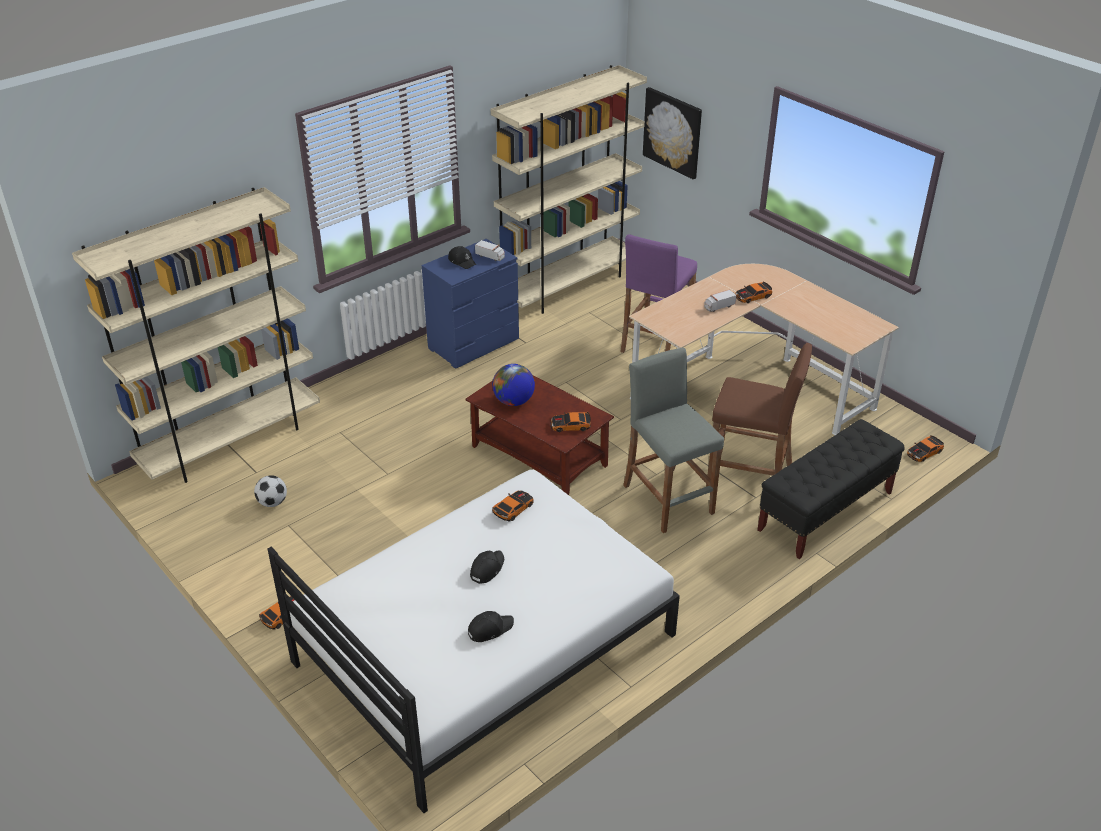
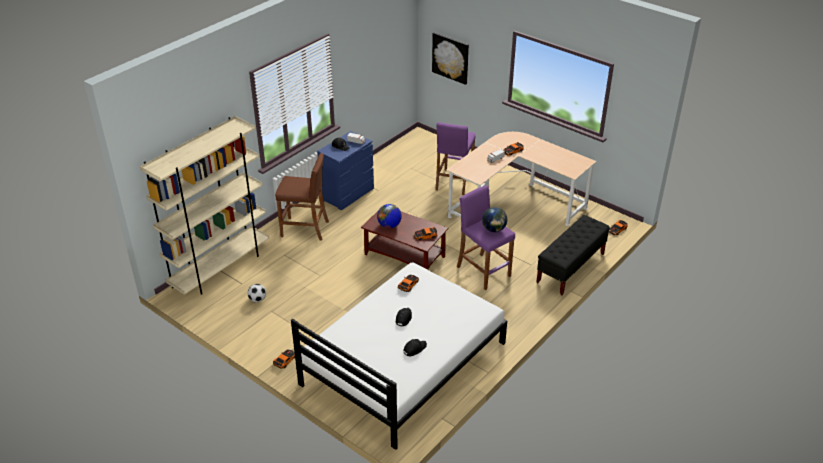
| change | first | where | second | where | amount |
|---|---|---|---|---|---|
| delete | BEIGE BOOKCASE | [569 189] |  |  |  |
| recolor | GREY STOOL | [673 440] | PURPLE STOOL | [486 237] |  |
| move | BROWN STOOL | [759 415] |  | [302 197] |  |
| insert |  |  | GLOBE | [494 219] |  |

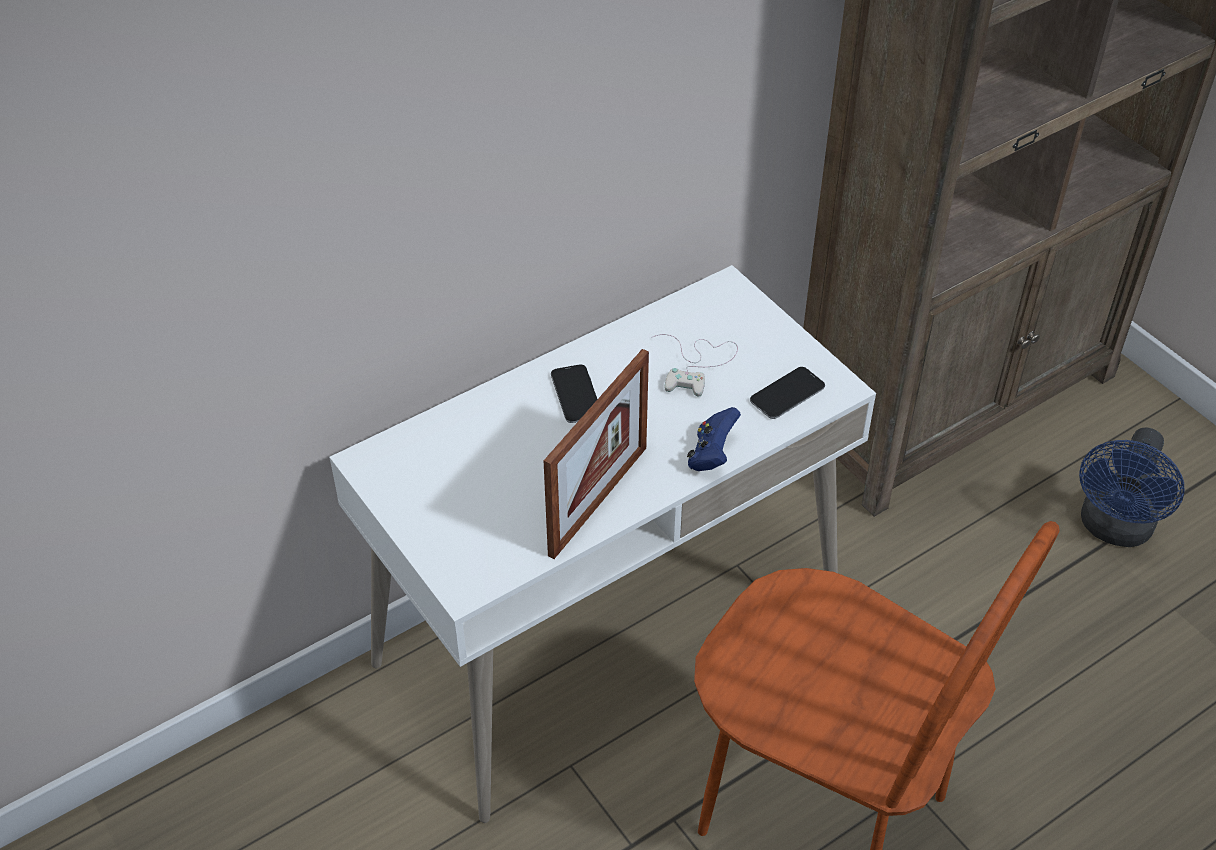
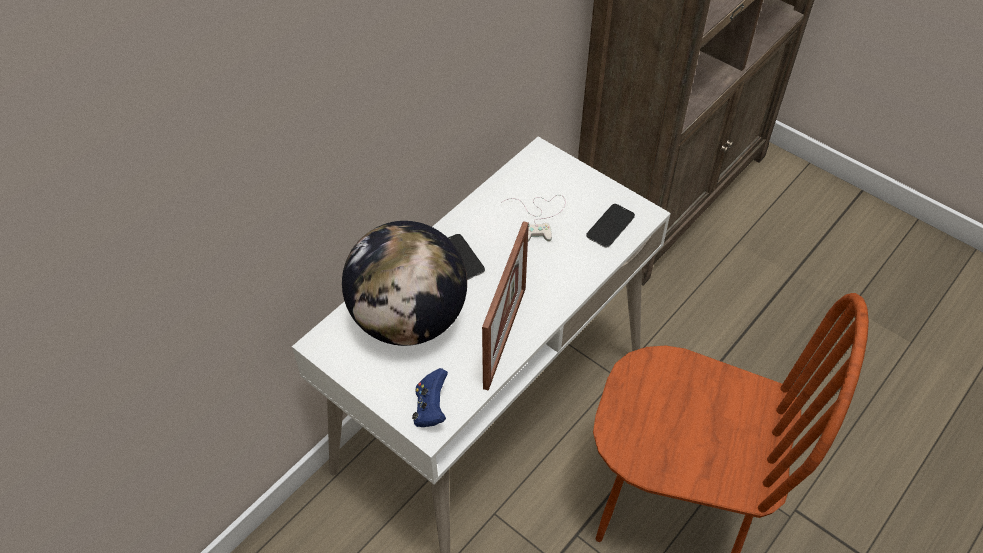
| change | first | where | second | where | amount |
|---|---|---|---|---|---|
| move | BLUE GAME CONTROLLER | [714 439] |  | [430 397] |  |
| delete | BLUE FAN | [1131 487] |  |  |  |
| insert |  |  | GLOBE | [404 283] |  |

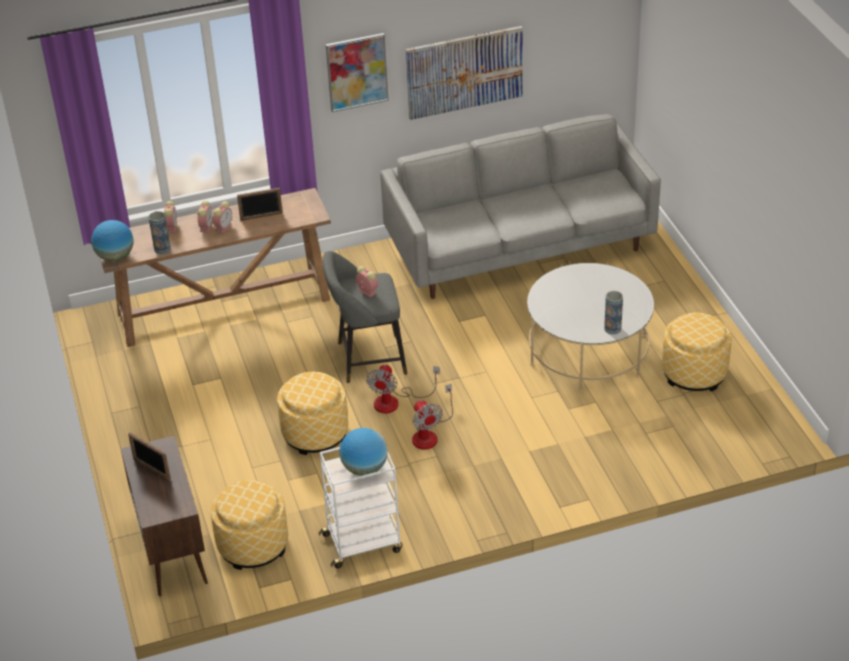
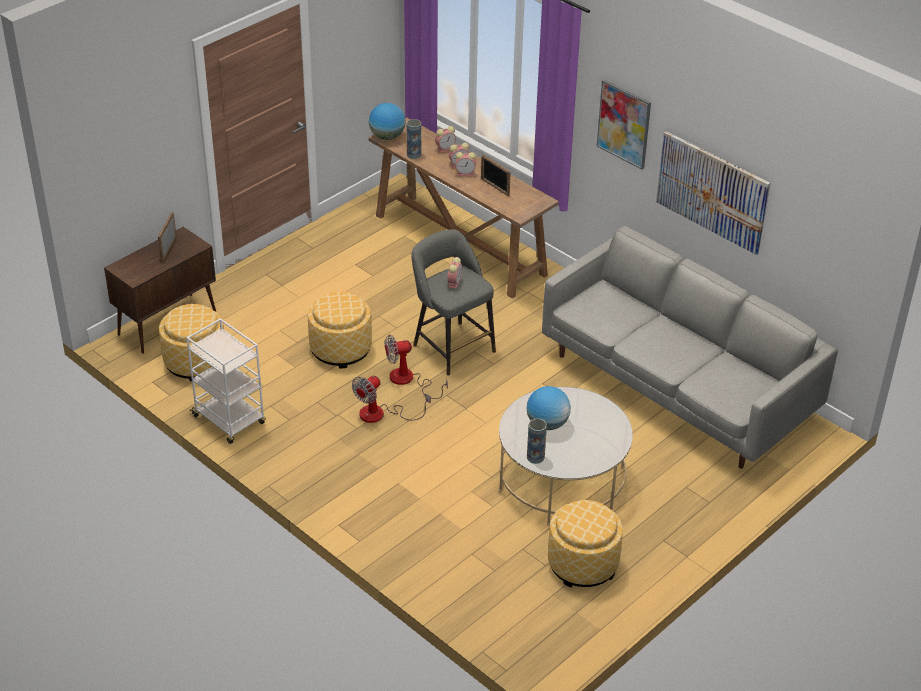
| change | first | where | second | where | amount |
|---|---|---|---|---|---|
| move | GLOBE | [363 452] |  | [548 408] |  |

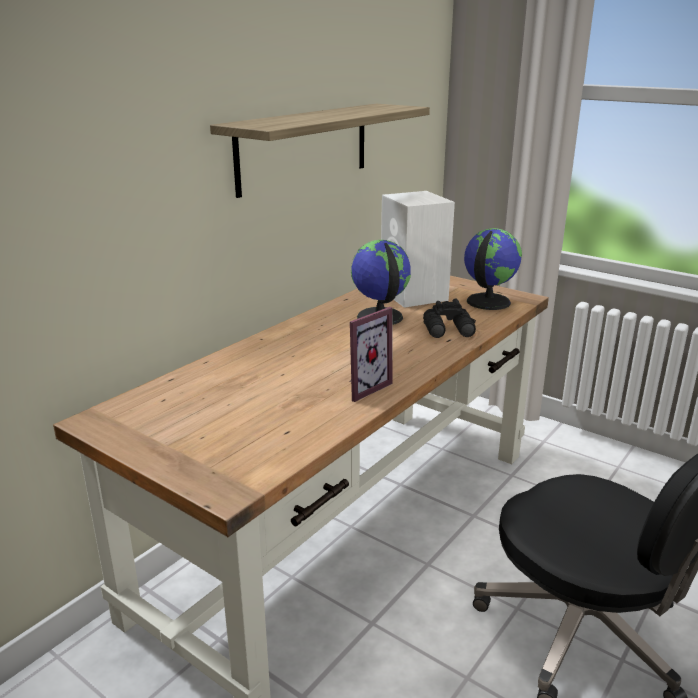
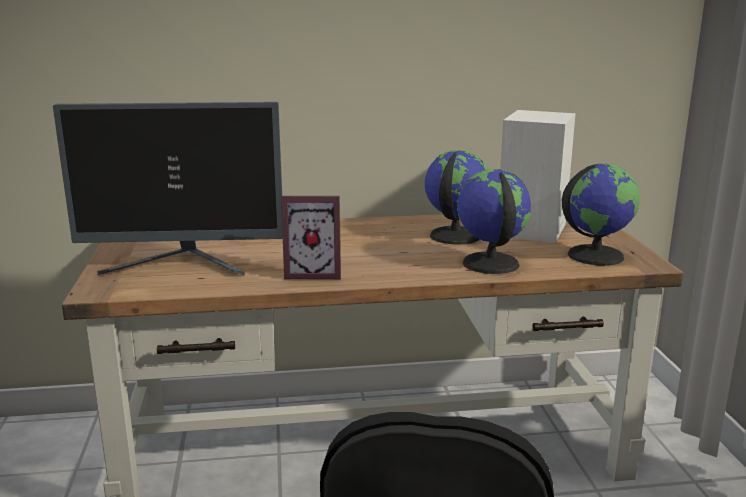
| change | first | where | second | where | amount |
|---|---|---|---|---|---|
| delete | SHELF | [320 151] |  |  |  |
| replace | BLACK BINOCULARS | [449 318] | GLOBE | [494 221] |  |
| insert |  |  | MONITOR | [168 189] |  |

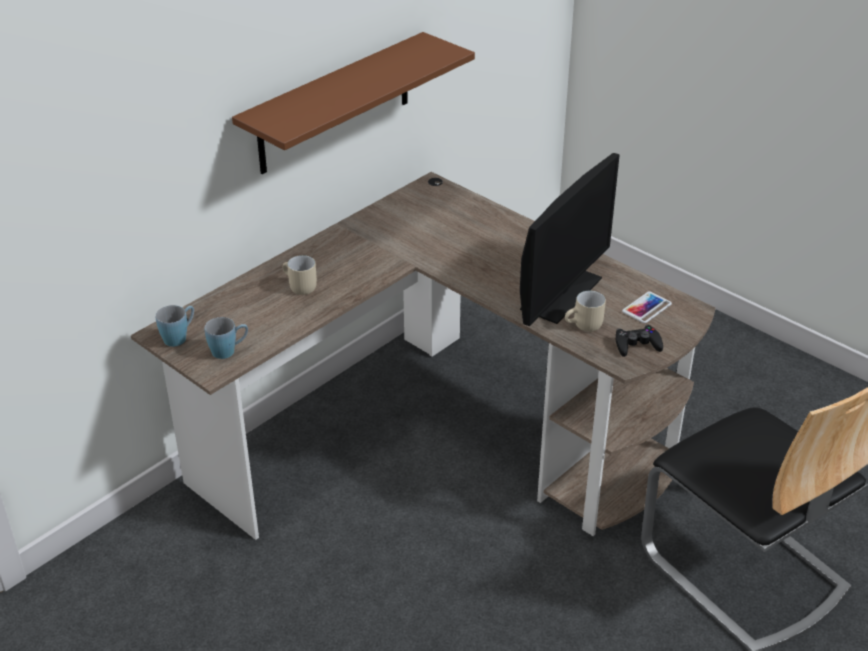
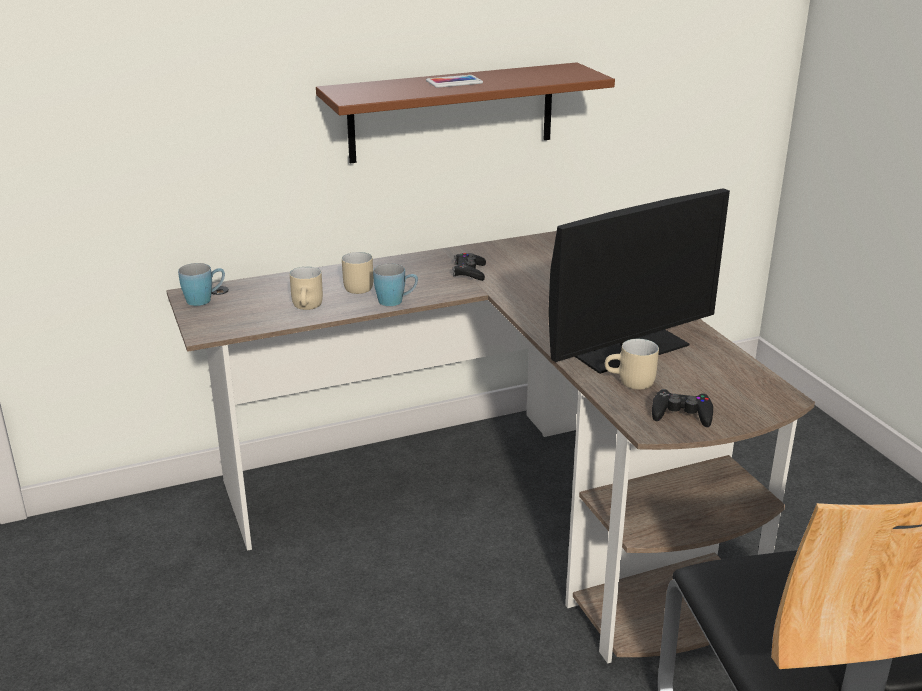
| change | first | where | second | where | amount |
|---|---|---|---|---|---|
| move | BLUE MUG | [226 338] |  | [395 285] |  |
| move | PHONE | [647 307] |  | [454 81] |  |
| insert |  |  | BEIGE MUG | [306 288] |  |
| insert |  |  | BLACK GAME CONTROLLER | [469 267] |  |

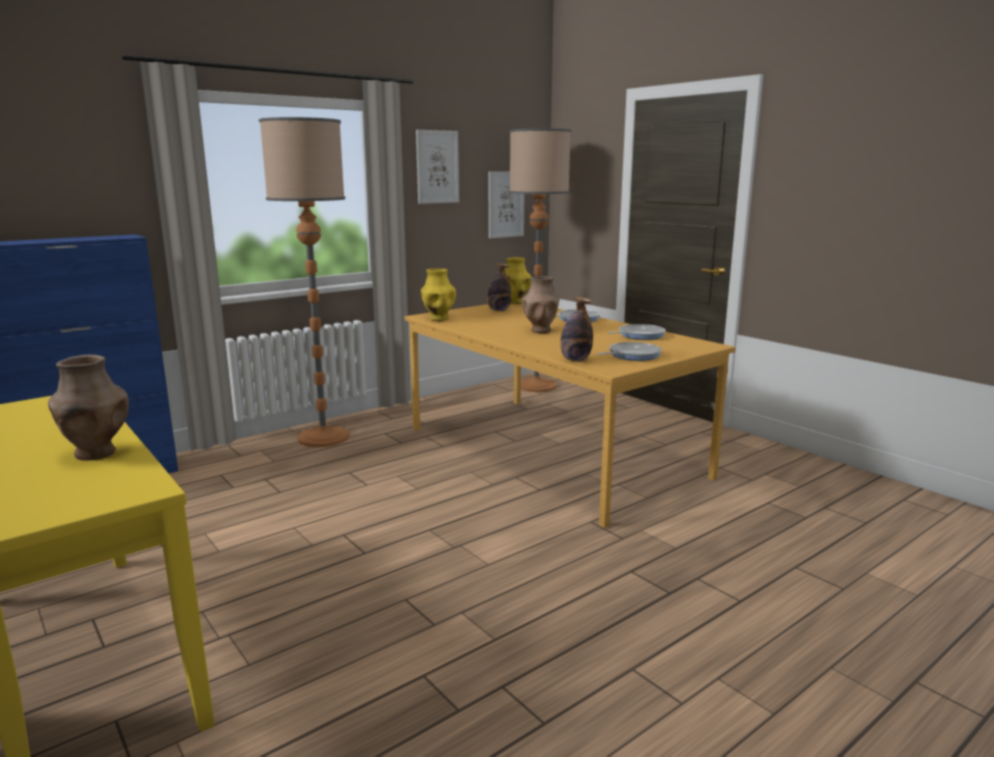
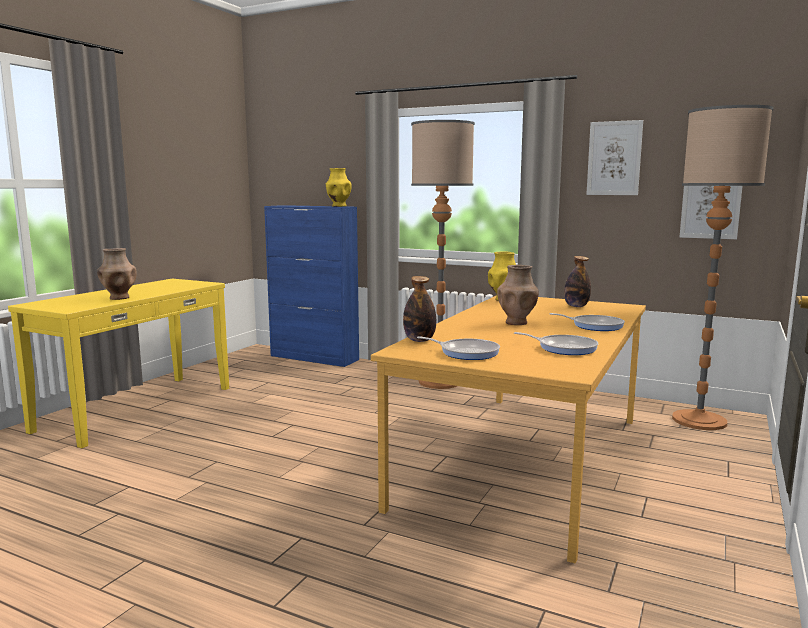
| change | first | where | second | where | amount |
|---|---|---|---|---|---|
| move | YELLOW VASE | [518 280] |  | [339 187] |  |

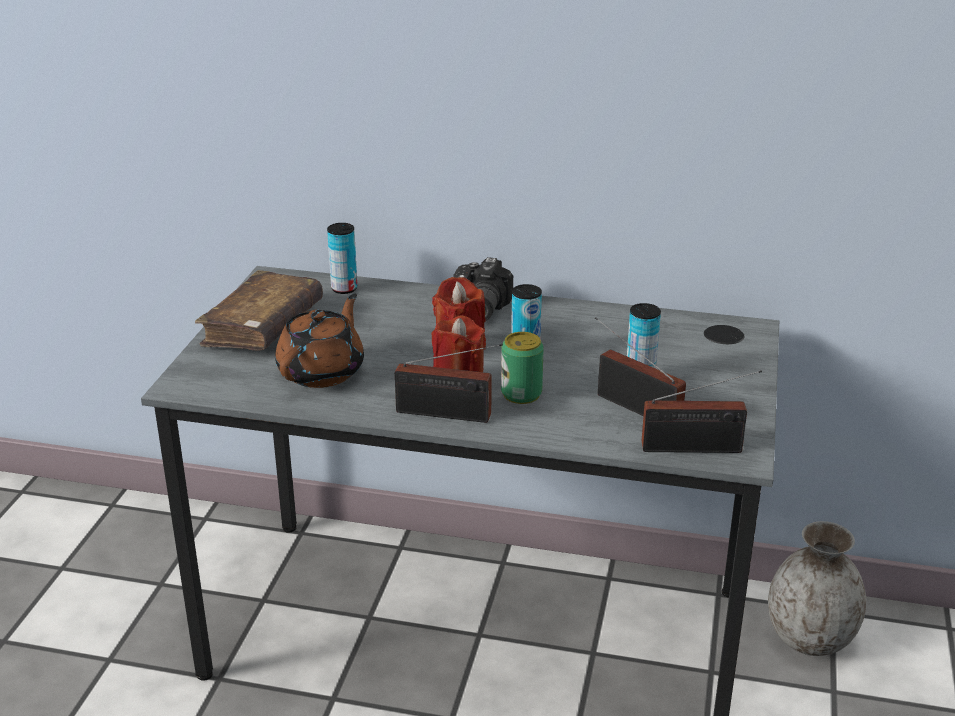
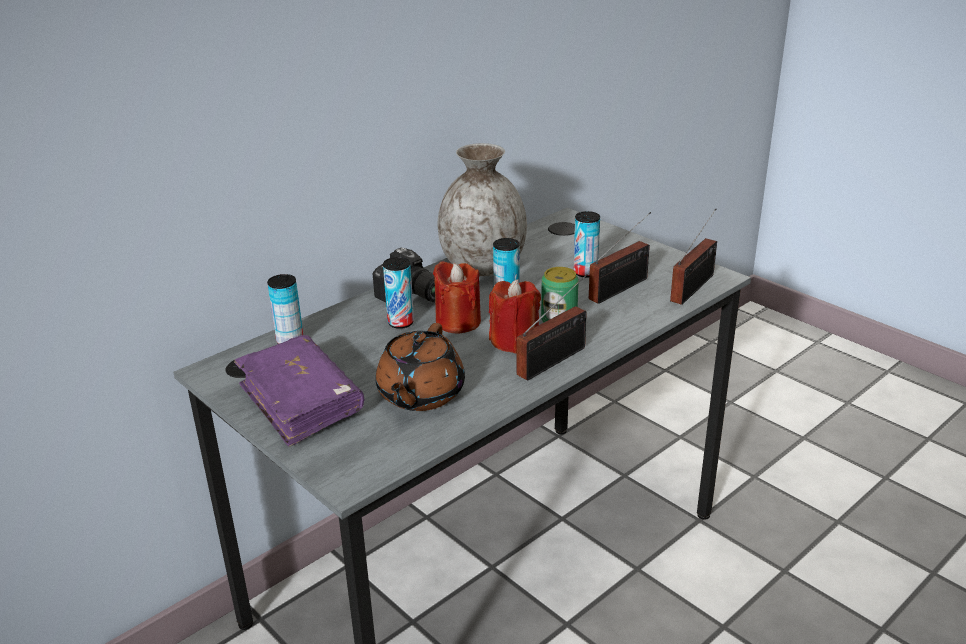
| change | first | where | second | where | amount |
|---|---|---|---|---|---|
| recolor | BROWN BOOK | [259 310] | PURPLE BOOK | [299 391] |  |
| rotate | BROWN TEAPOT | [319 341] |  | [420 367] | 135 degrees counterclockwise |
| rotate | RADIO | [640 366] |  | [620 258] | 150 degrees clockwise |
| move | GREY VASE | [817 588] |  | [482 209] |  |
| insert |  |  | CAN | [398 293] |  |

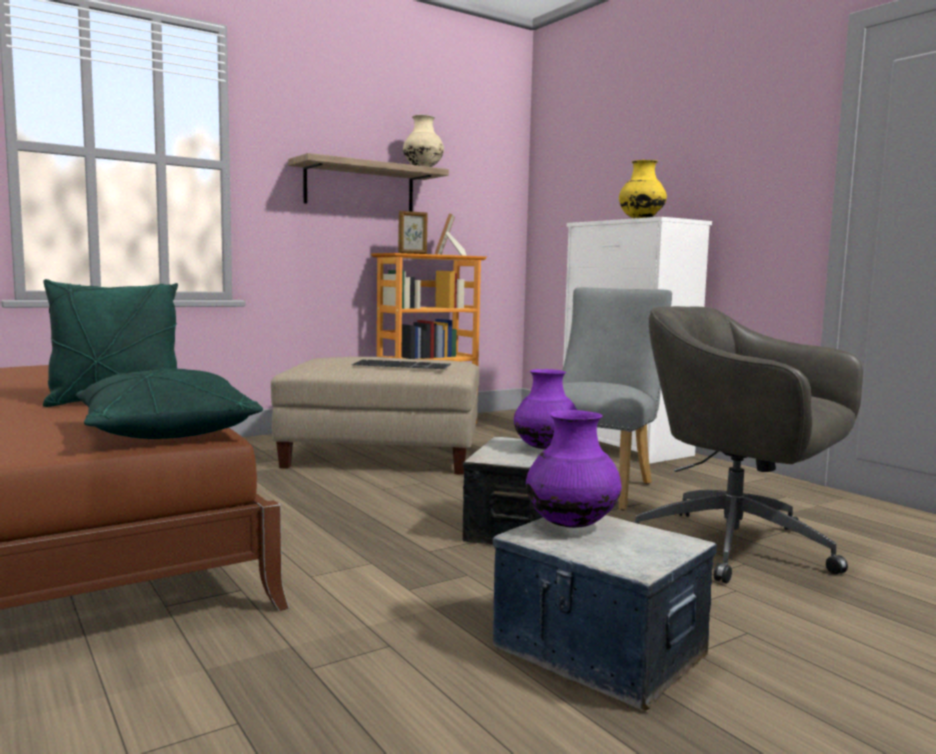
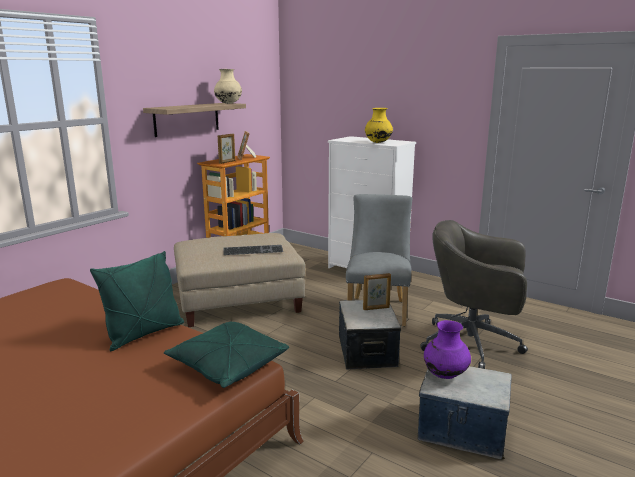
| change | first | where | second | where | amount |
|---|---|---|---|---|---|
| replace | PURPLE VASE | [545 409] | PICTURE FRAME | [377 291] |  |

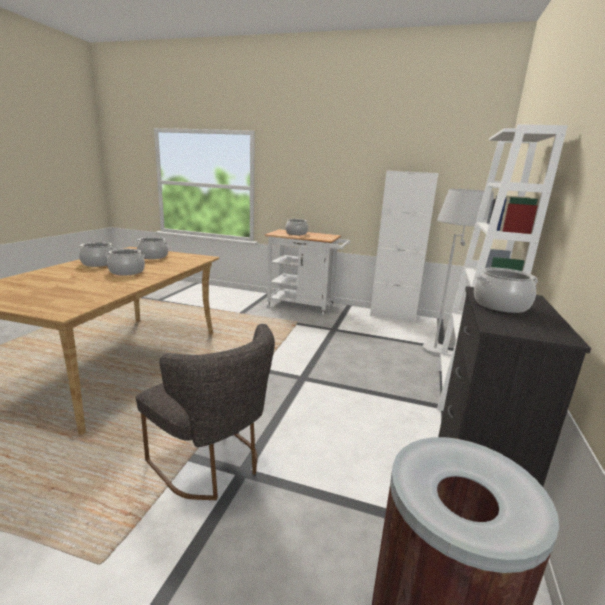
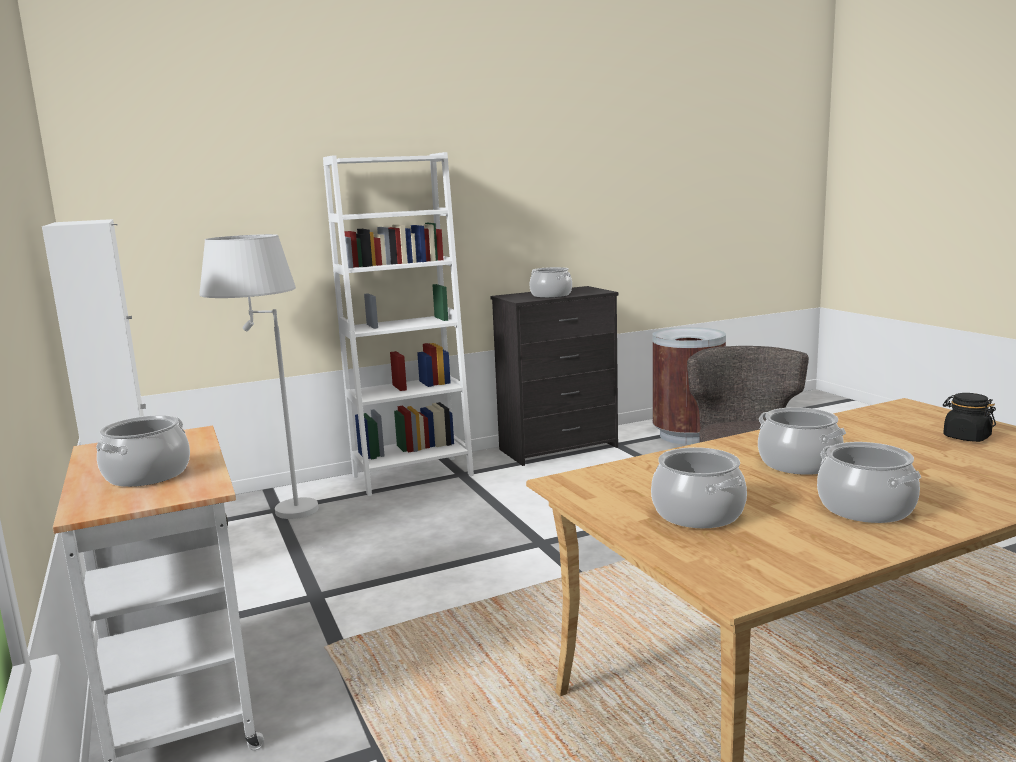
| change | first | where | second | where | amount |
|---|---|---|---|---|---|
| insert |  |  | BLACK JAR | [969 417] |  |

